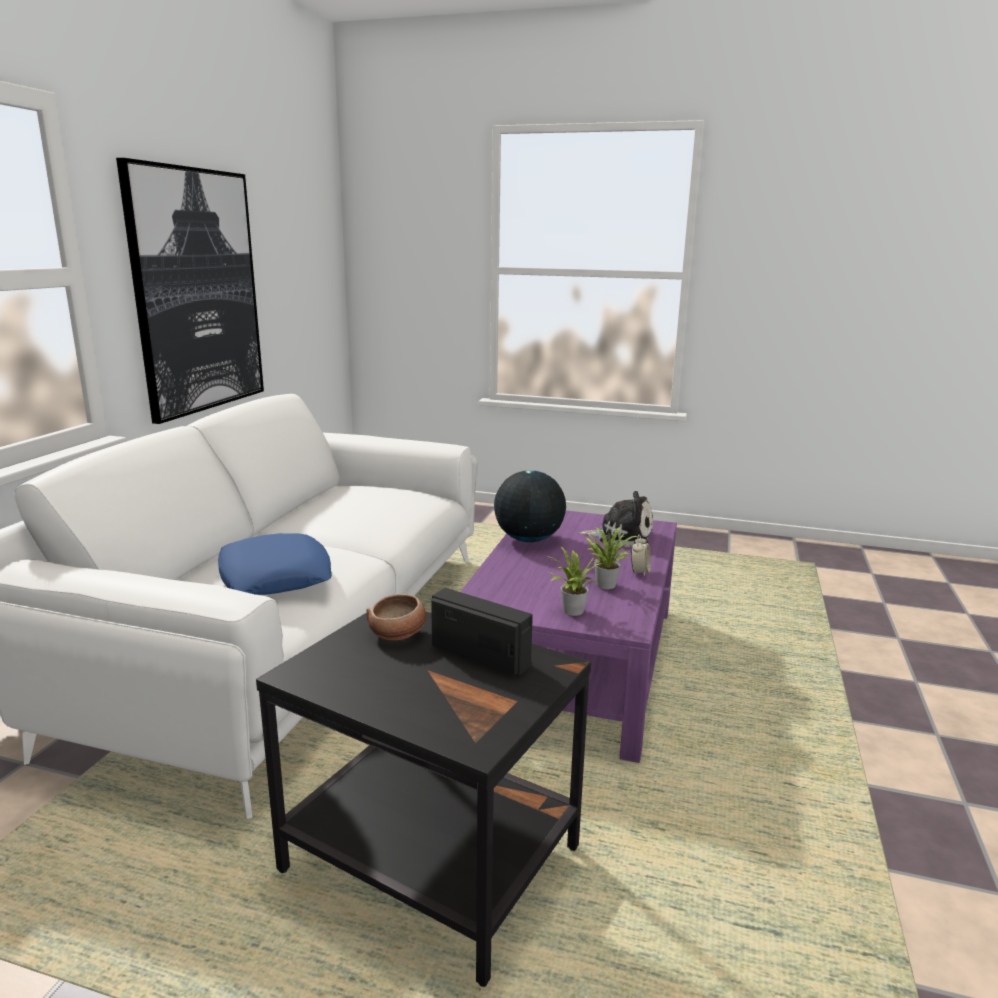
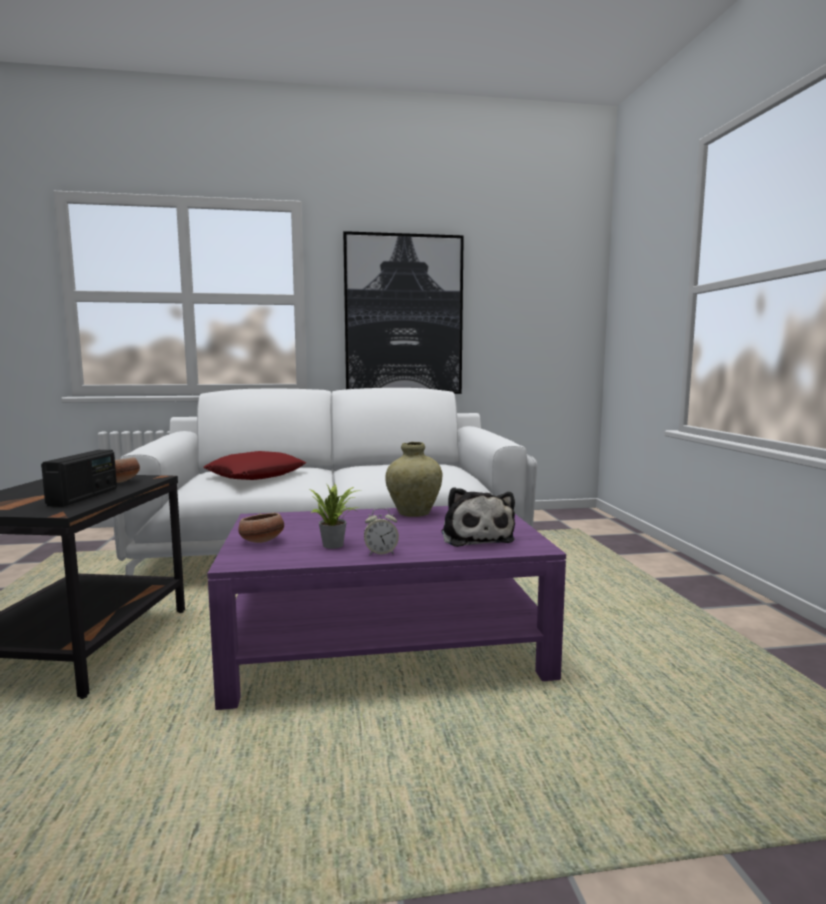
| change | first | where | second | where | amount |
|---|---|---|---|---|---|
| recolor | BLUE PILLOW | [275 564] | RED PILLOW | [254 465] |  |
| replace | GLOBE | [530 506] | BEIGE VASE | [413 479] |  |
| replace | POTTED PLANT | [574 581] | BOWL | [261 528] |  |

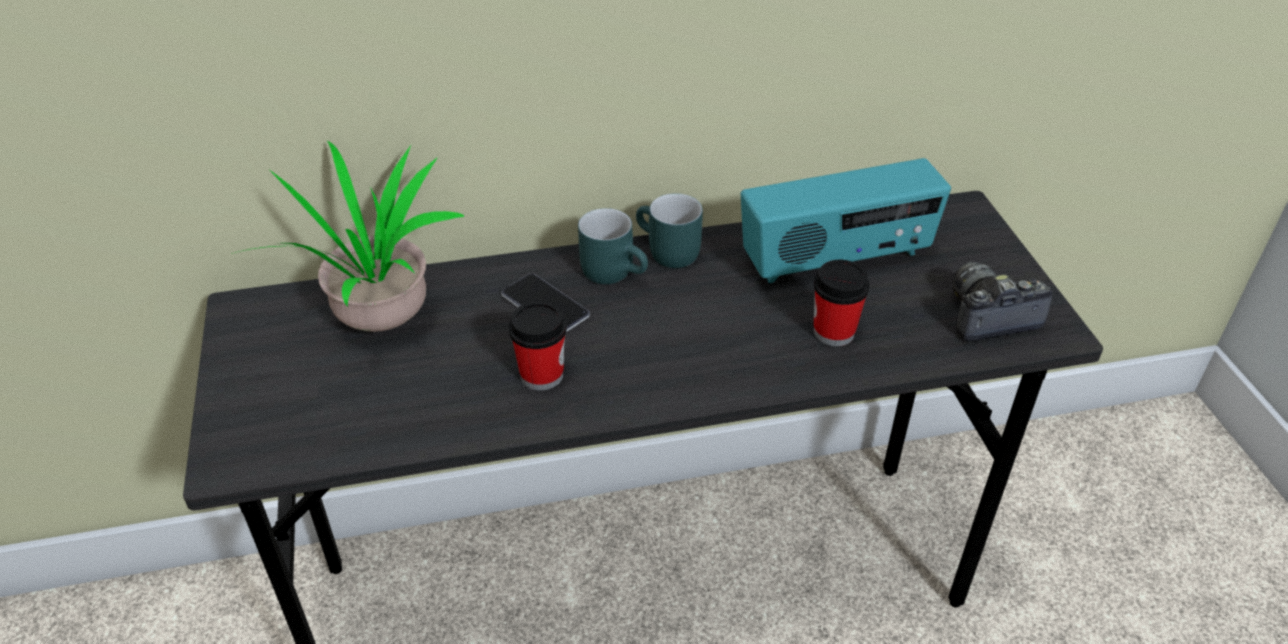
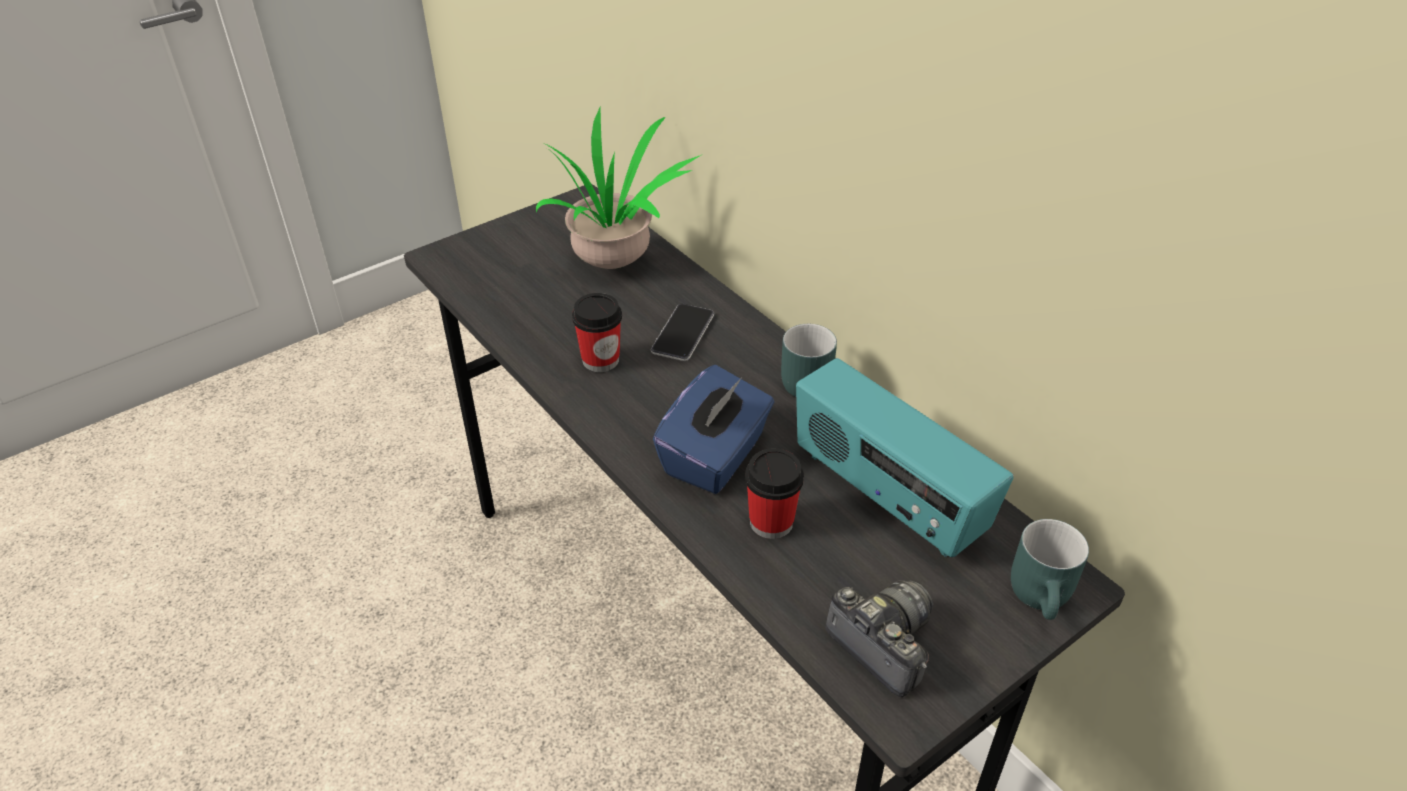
| change | first | where | second | where | amount |
|---|---|---|---|---|---|
| move | TURQUOISE MUG | [613 246] |  | [1050 569] |  |
| insert |  |  | BLUE TISSUE BOX | [713 429] |  |

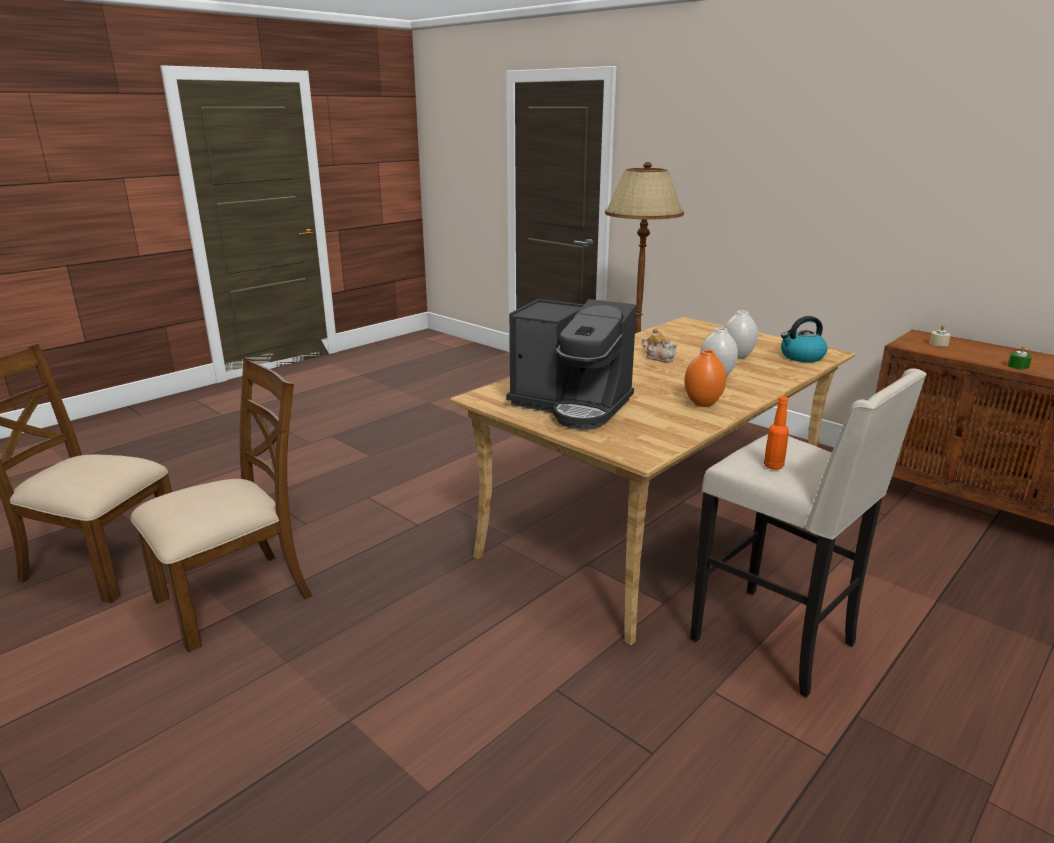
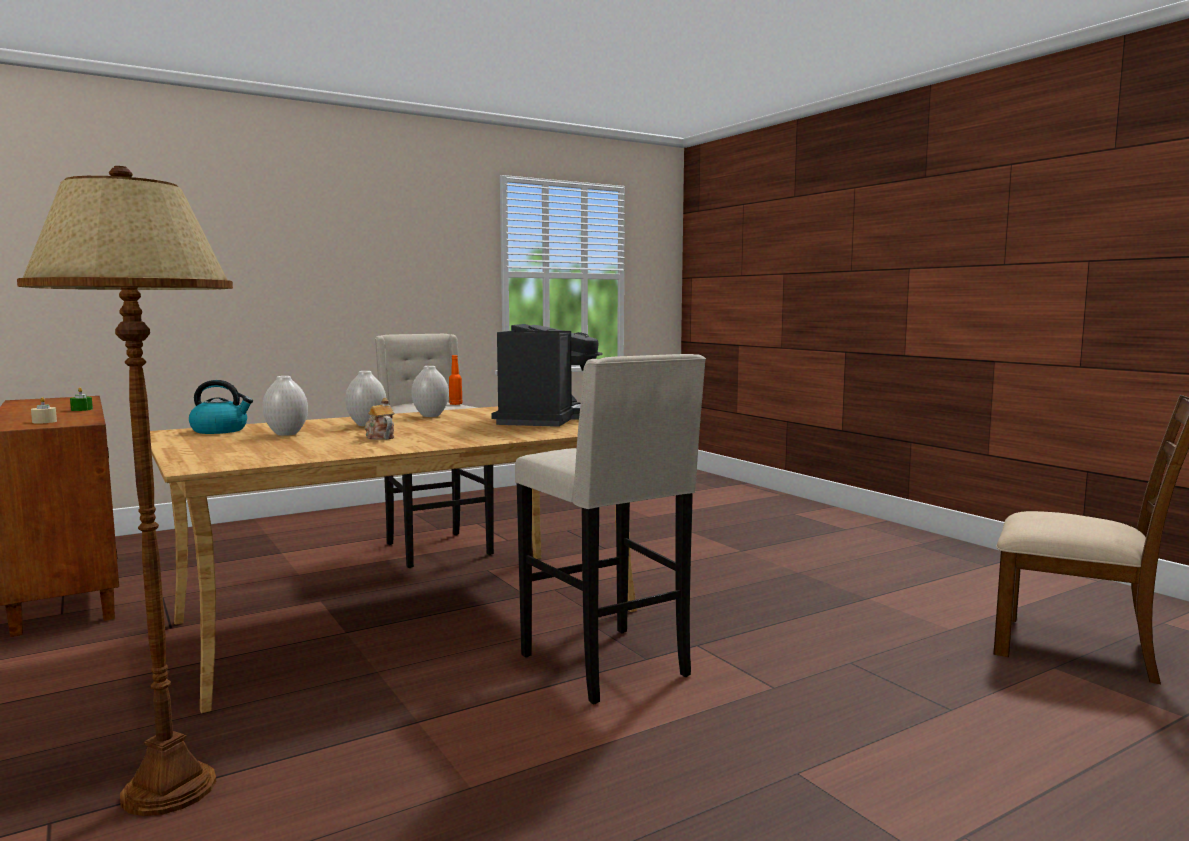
| change | first | where | second | where | amount |
|---|---|---|---|---|---|
| delete | BROWN CHAIR | [221 504] |  |  |  |
| rotate | COFFEE MACHINE | [571 364] |  | [547 375] | 60 degrees clockwise |
| recolor | ORANGE VASE | [705 378] | WHITE VASE | [430 391] |  |
| insert |  |  | BEIGE STOOL | [610 529] |  |

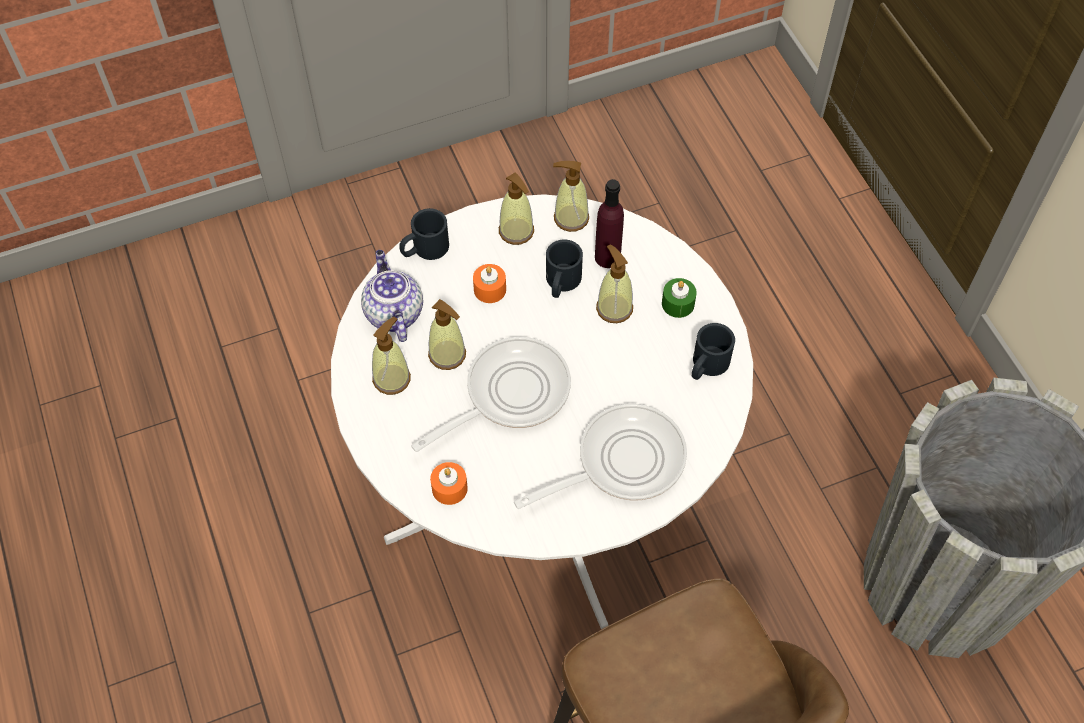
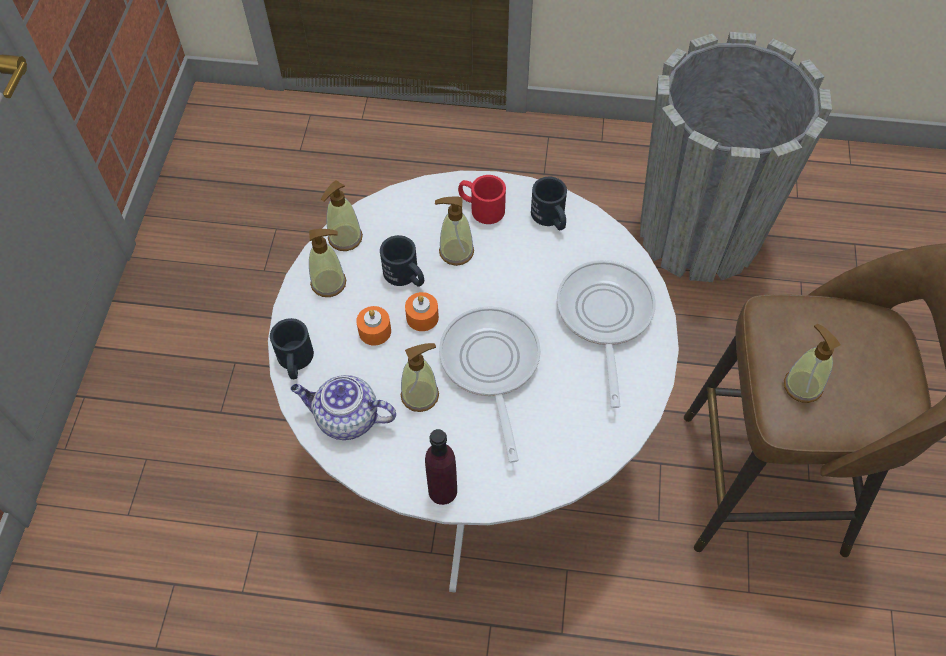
| change | first | where | second | where | amount |
|---|---|---|---|---|---|
| move | SOAP DISPENSER | [391 356] |  | [812 363] |  |
| move | ORANGE CANDLE | [449 483] |  | [422 311] |  |
| move | PURPLE BOTTLE | [609 223] |  | [441 467] |  |
| replace | GREEN CANDLE | [679 298] | RED MUG | [482 199] |  |

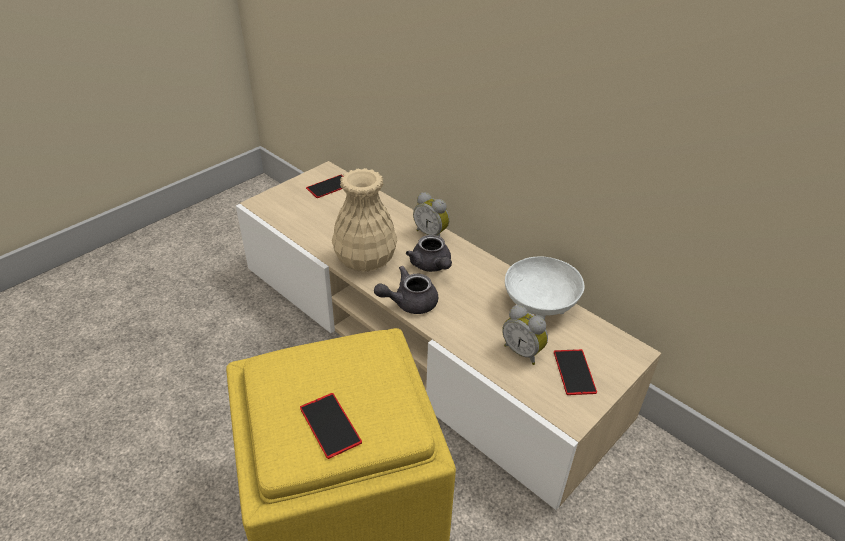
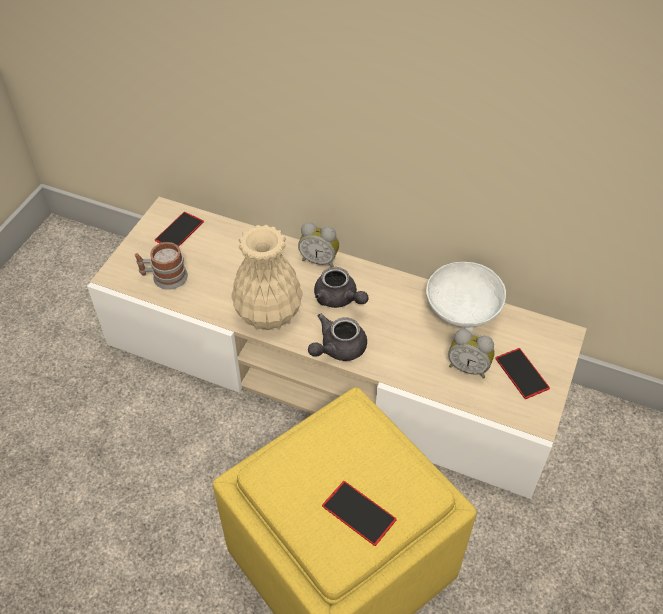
| change | first | where | second | where | amount |
|---|---|---|---|---|---|
| insert |  |  | MUG | [161 266] |  |

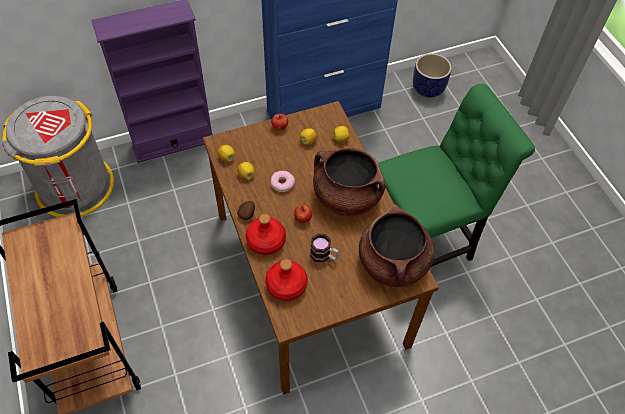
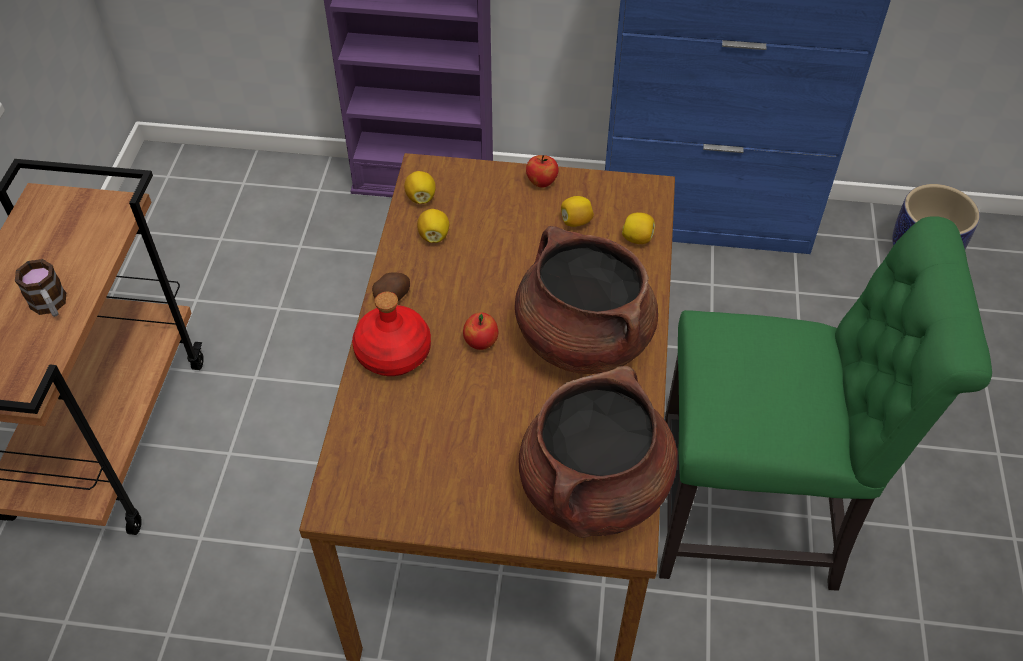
| change | first | where | second | where | amount |
|---|---|---|---|---|---|
| delete | GREY TRASH CAN | [58 156] |  |  |  |
| delete | RED BOTTLE | [286 280] |  |  |  |
| delete | DONUT | [283 181] |  |  |  |
| move | MUG | [324 248] |  | [40 288] |  |

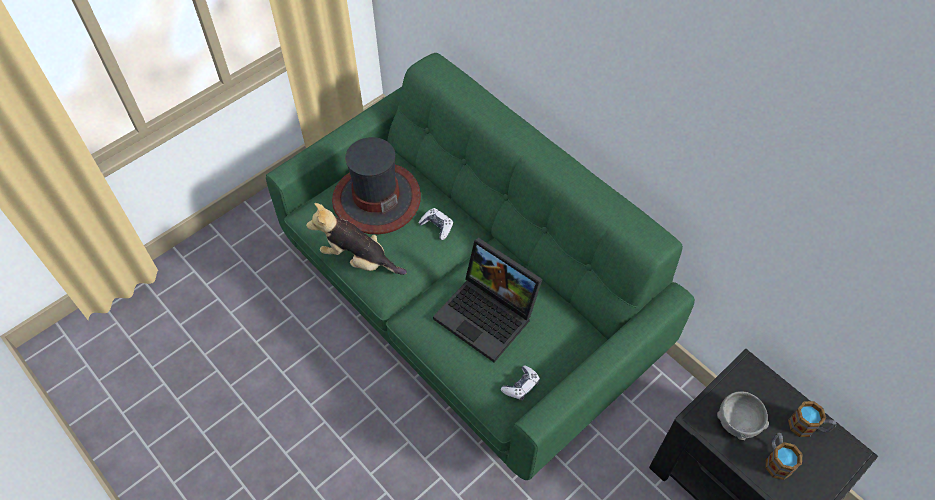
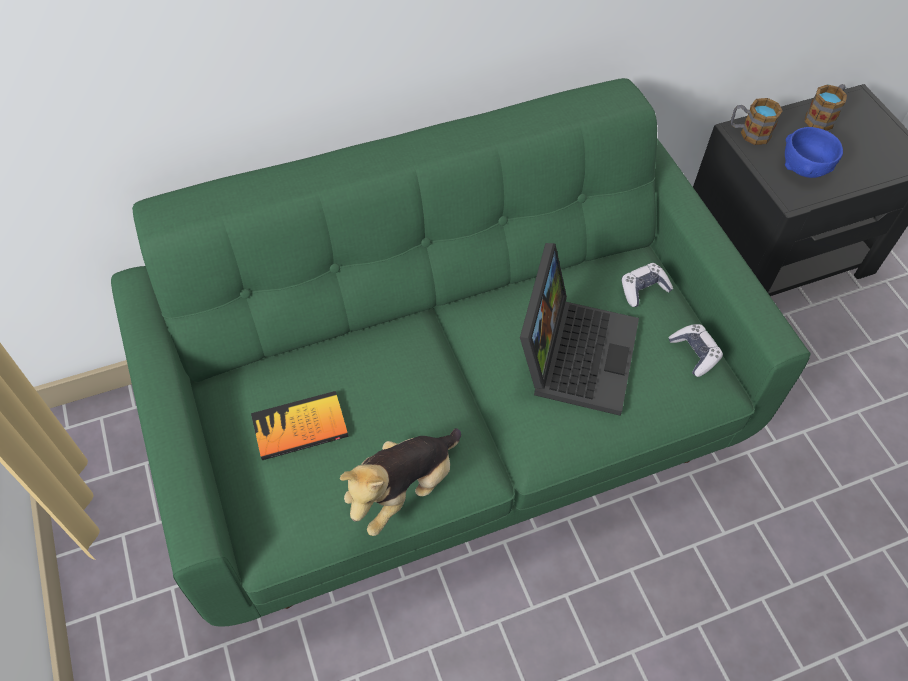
| change | first | where | second | where | amount |
|---|---|---|---|---|---|
| replace | HAT | [376 185] | BOOK | [300 425] |  |
| move | GAME CONTROLLER | [435 224] |  | [647 285] |  |
| rotate | LAPTOP | [488 299] |  | [579 329] | 45 degrees counterclockwise |
| recolor | GREY BOWL | [743 415] | BLUE BOWL | [814 152] |  |
| move | MUG | [783 456] |  | [757 121] |  |

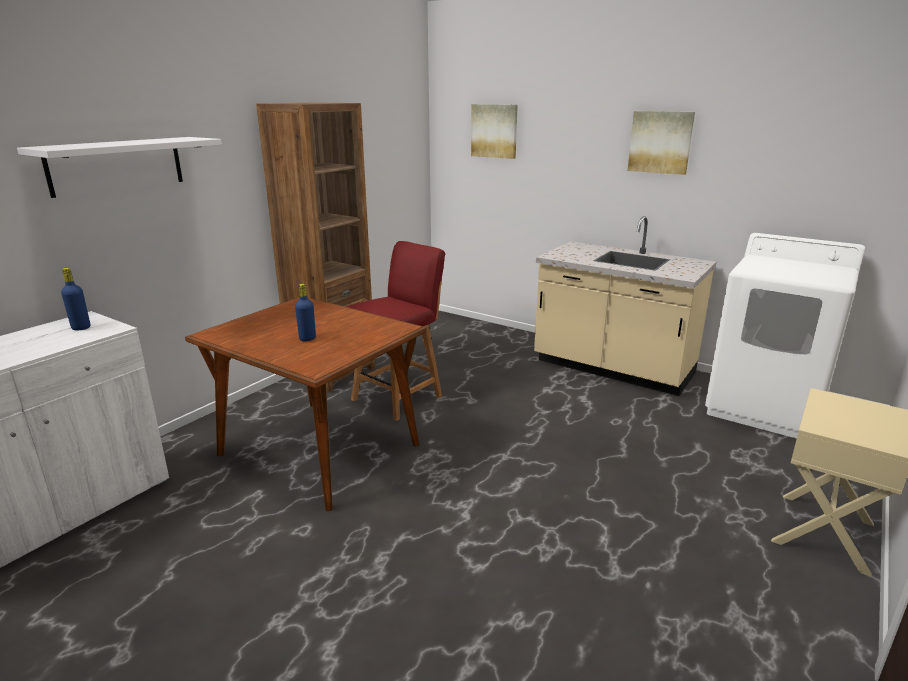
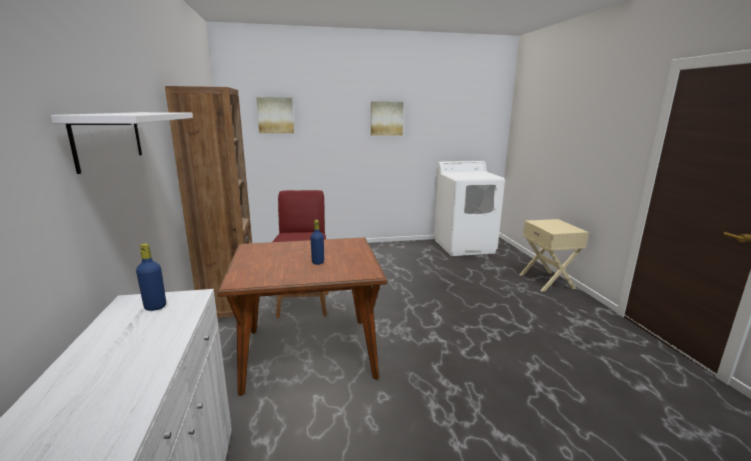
| change | first | where | second | where | amount |
|---|---|---|---|---|---|
| delete | BEIGE COUNTER | [625 306] |  |  |  |

